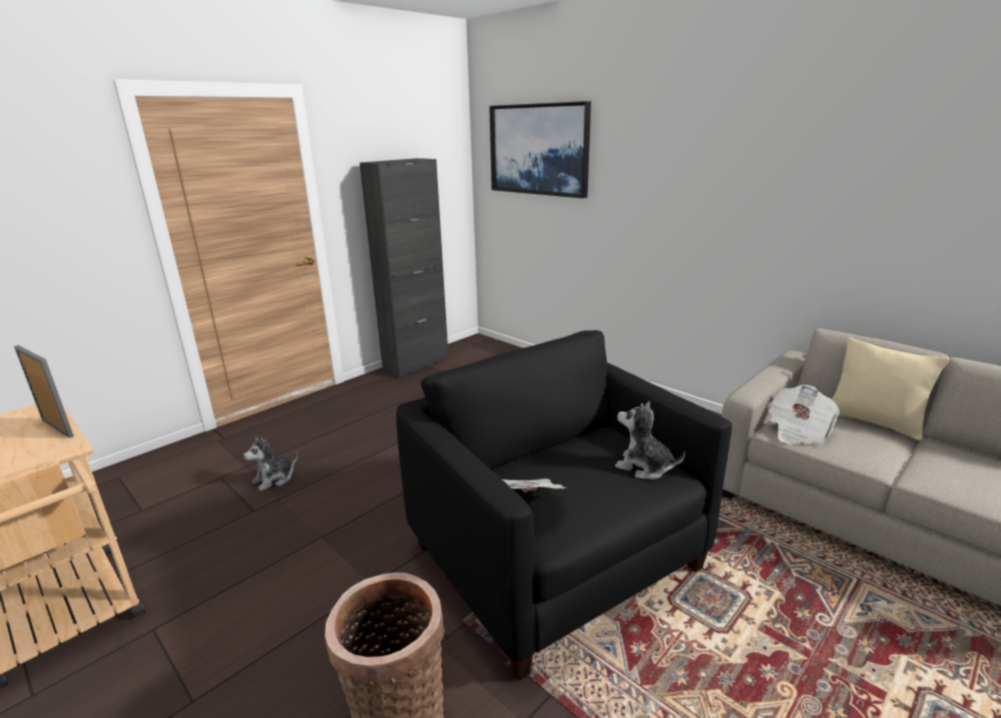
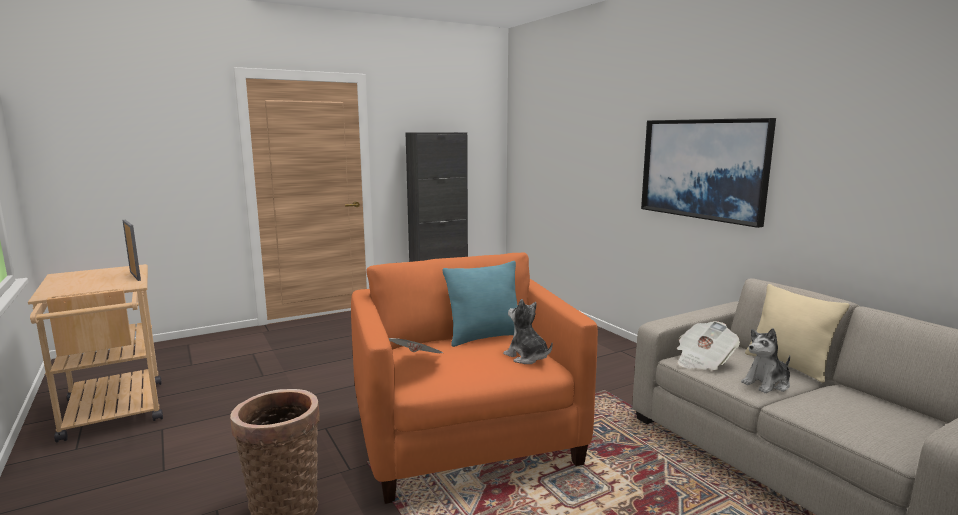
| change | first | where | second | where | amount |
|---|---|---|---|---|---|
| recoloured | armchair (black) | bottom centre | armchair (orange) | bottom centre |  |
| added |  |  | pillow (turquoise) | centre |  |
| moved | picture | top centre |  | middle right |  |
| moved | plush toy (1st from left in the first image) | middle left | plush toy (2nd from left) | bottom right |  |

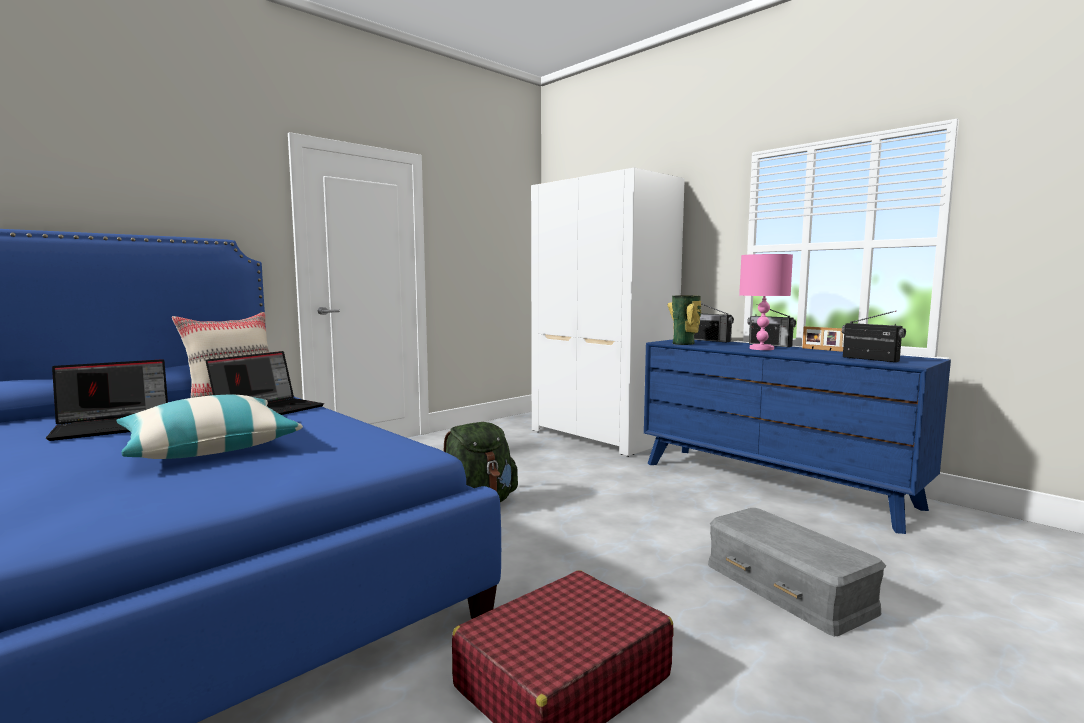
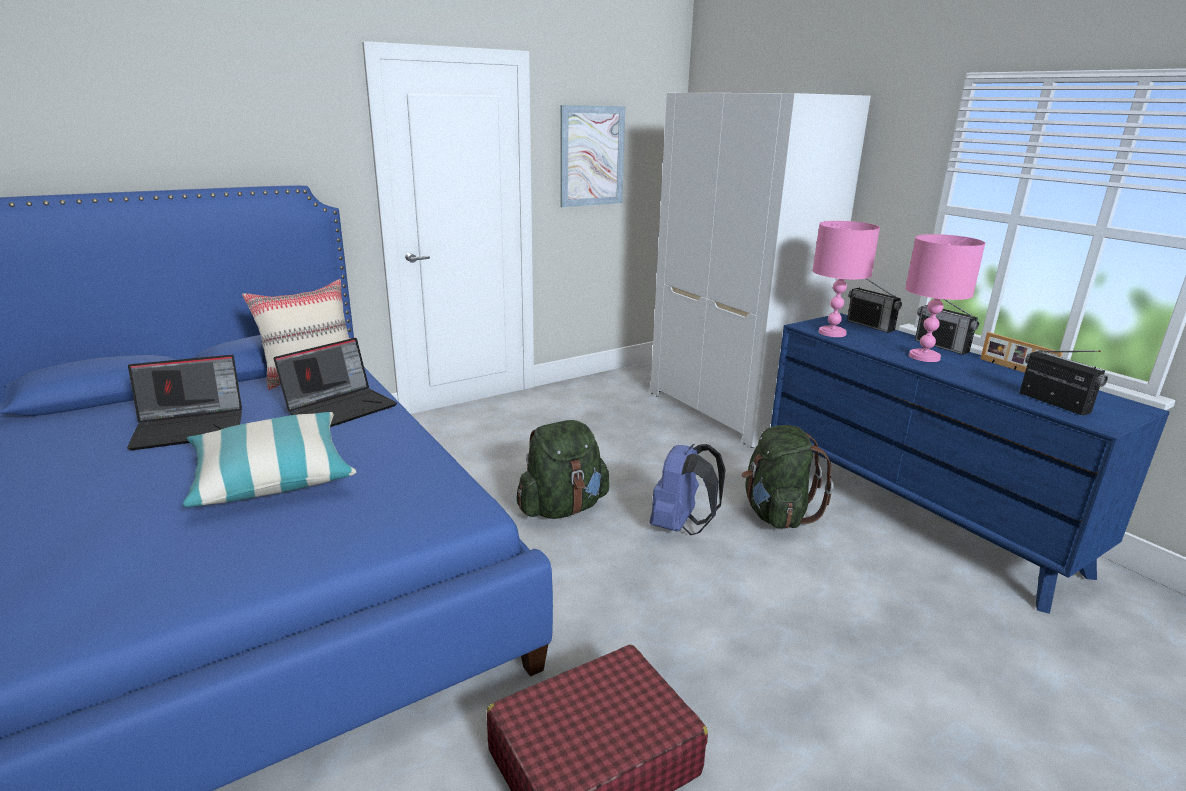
| change | first | where | second | where | amount |
|---|---|---|---|---|---|
| added |  |  | picture | top centre |  |
| added |  |  | backpack (blue) | centre |  |
| added |  |  | backpack (green) (2nd from left) | centre |  |
| replaced | vase | centre | table lamp (pink) (1st from left) | middle right |  |
| removed | storage box (grey) | bottom right |  |  |  |

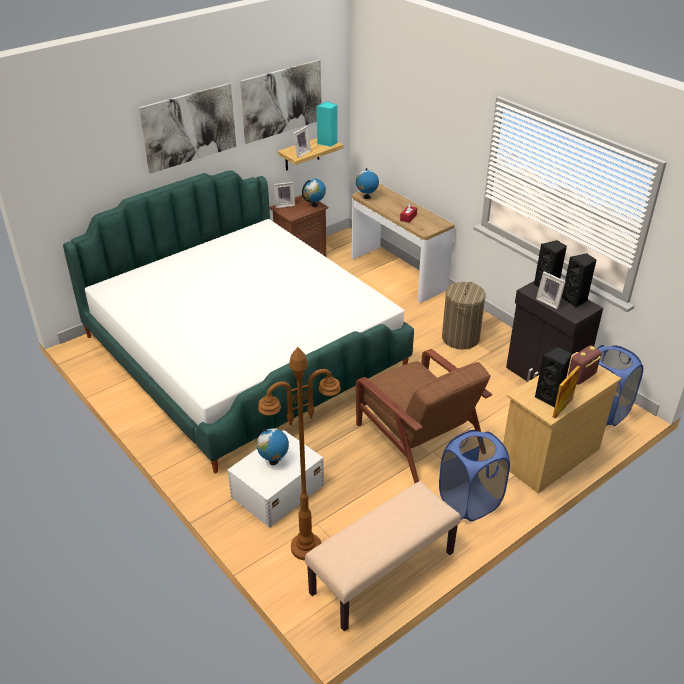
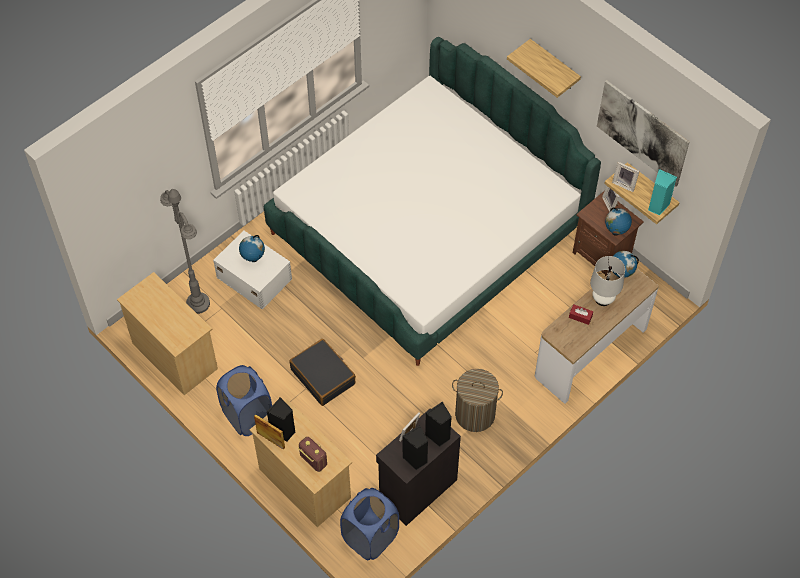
| change | first | where | second | where | amount |
|---|---|---|---|---|---|
| replaced | bench (beige) | bottom centre | dresser (beige) (1st from left) | middle left |  |
| recoloured | floor lamp (brown) | centre | floor lamp (grey) | middle left |  |
| replaced | armchair (brown) | centre | suitcase (black) | centre |  |
| replaced | picture (1st from left) | top left | shelf (1st from left) | top right |  |
| added |  |  | table lamp (white) | middle right |  |

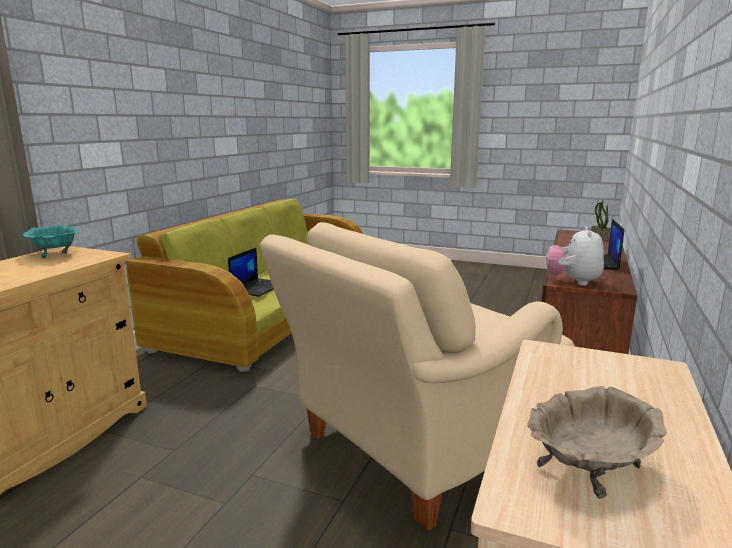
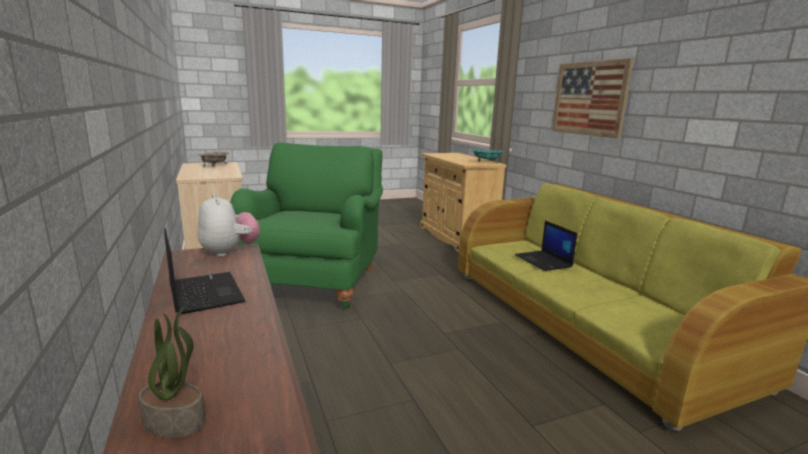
| change | first | where | second | where | amount |
|---|---|---|---|---|---|
| recoloured | armchair (beige) | bottom centre | armchair (green) | centre |  |
| added |  |  | picture | top right |  |

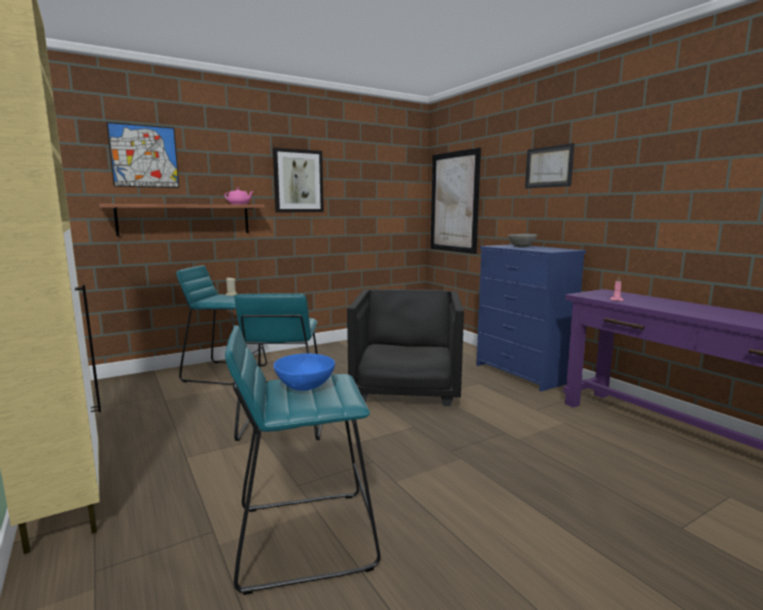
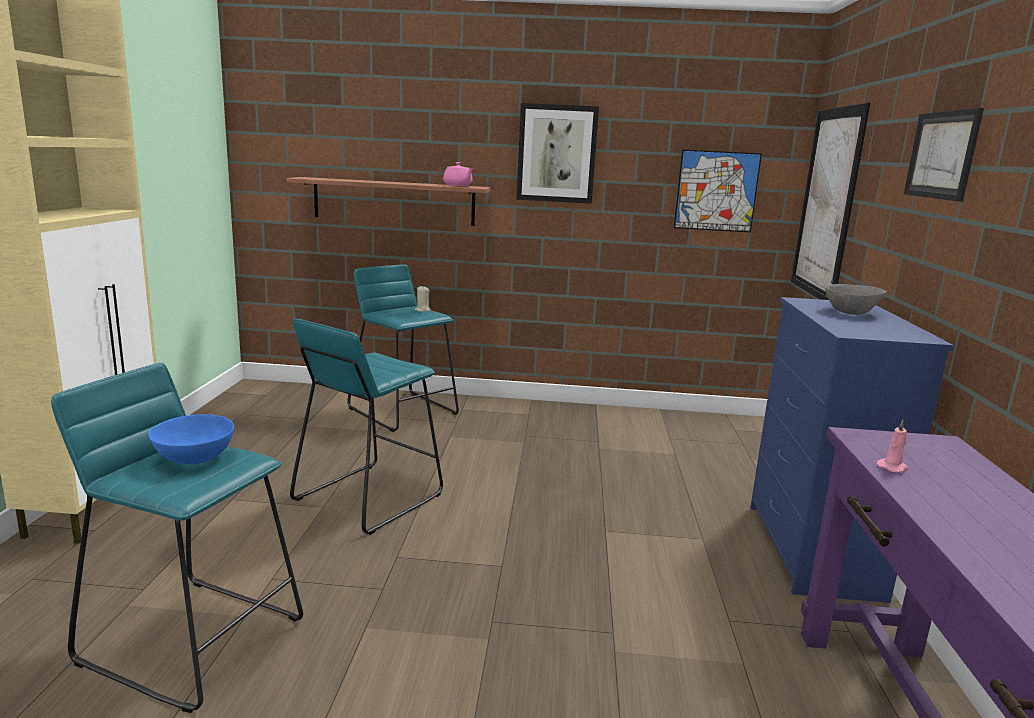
| change | first | where | second | where | amount |
|---|---|---|---|---|---|
| moved | picture (1st from left in the first image) | top left | picture (2nd from left) | top right |  |
| removed | armchair (black) | centre |  |  |  |

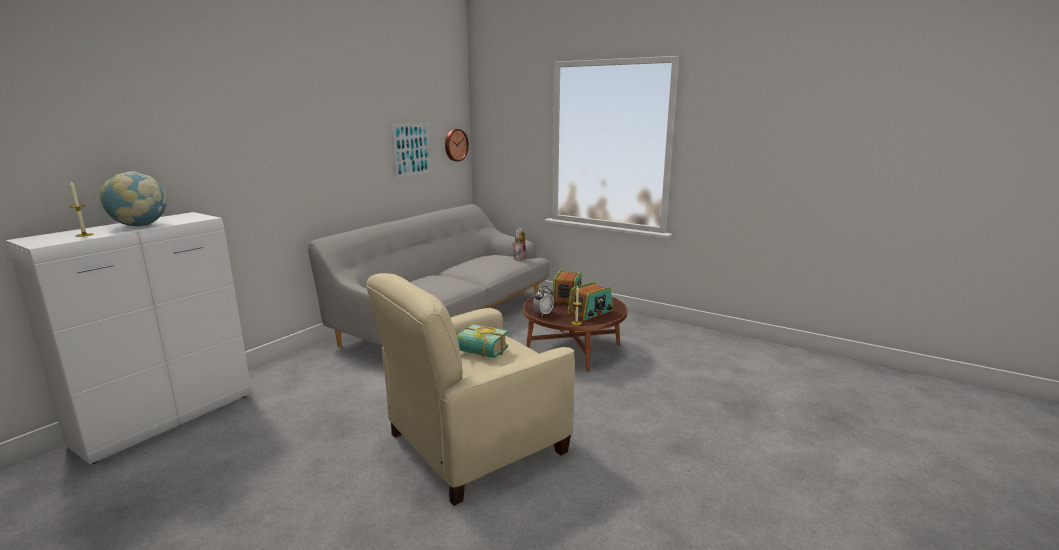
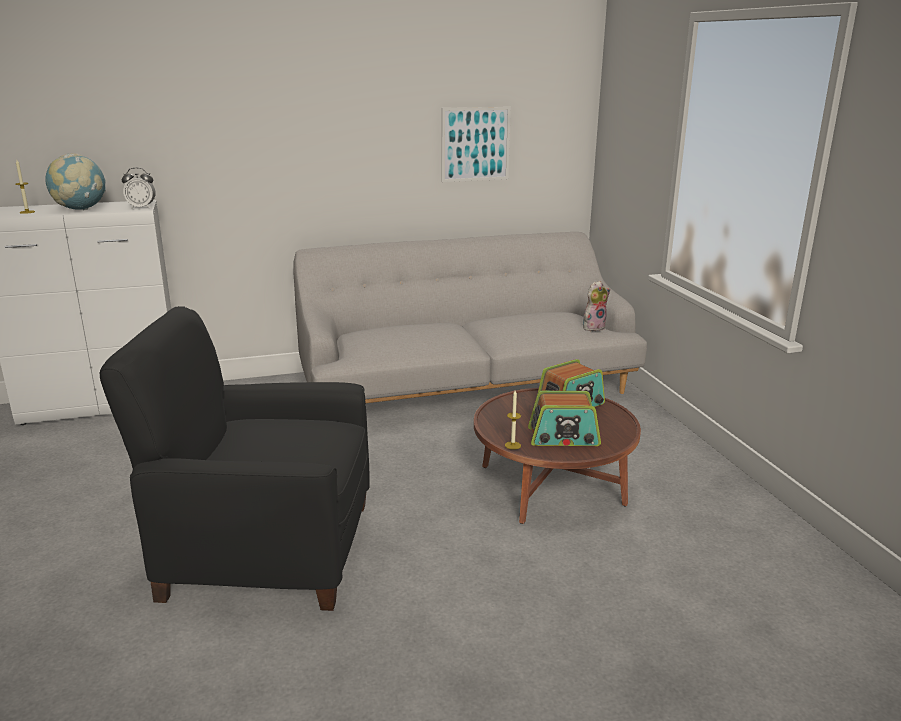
| change | first | where | second | where | amount |
|---|---|---|---|---|---|
| recoloured | armchair (beige) | bottom centre | armchair (black) | middle left |  |
| moved | alarm clock | centre |  | top left |  |
| removed | wall clock | top centre |  |  |  |
| removed | book | centre |  |  |  |

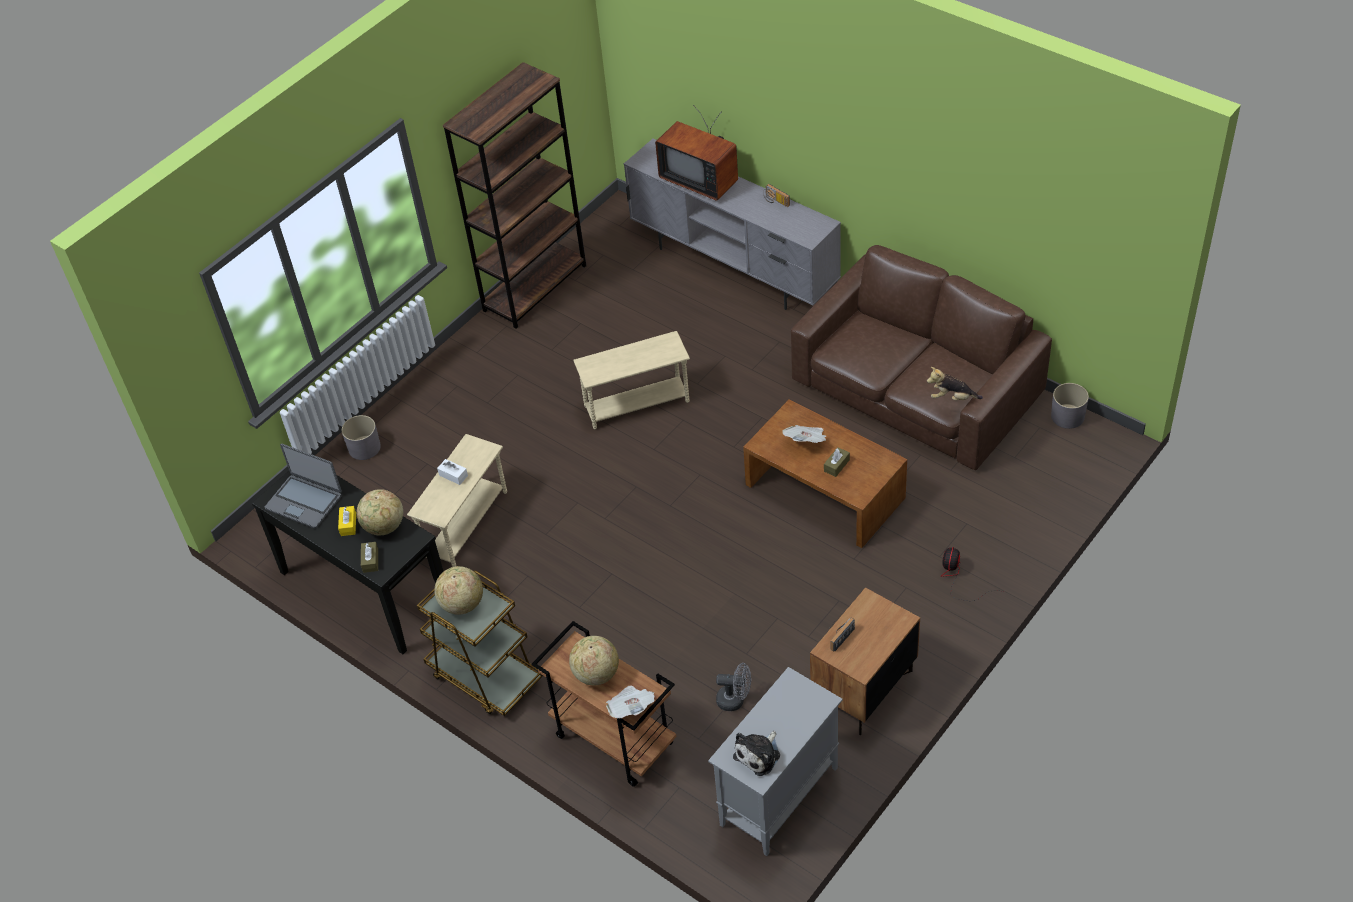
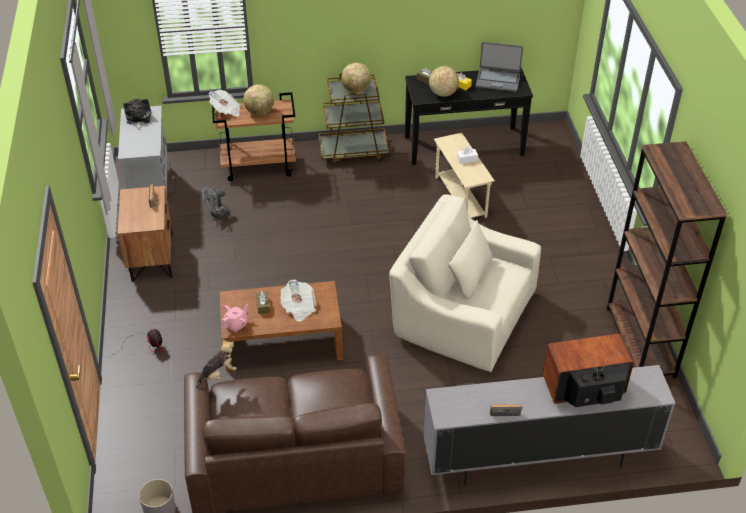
| change | first | where | second | where | amount |
|---|---|---|---|---|---|
| added |  |  | teapot (pink) | middle left |  |
| replaced | side table (beige) (2nd from left) | centre | armchair (beige) | centre |  |
| turned | laptop | middle left |  | top right | 150 degrees counterclockwise |
| removed | planter (grey) (1st from left) | middle left |  |  |  |

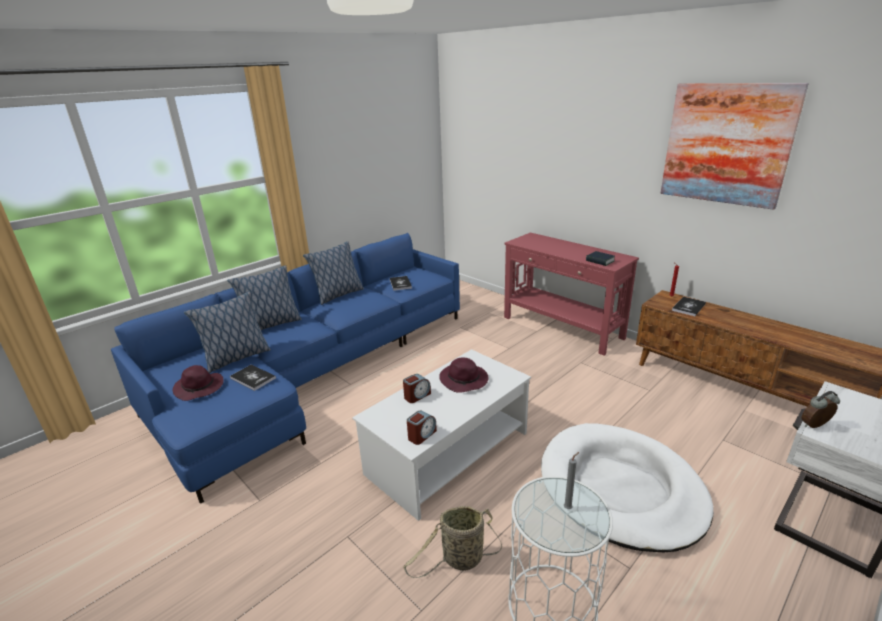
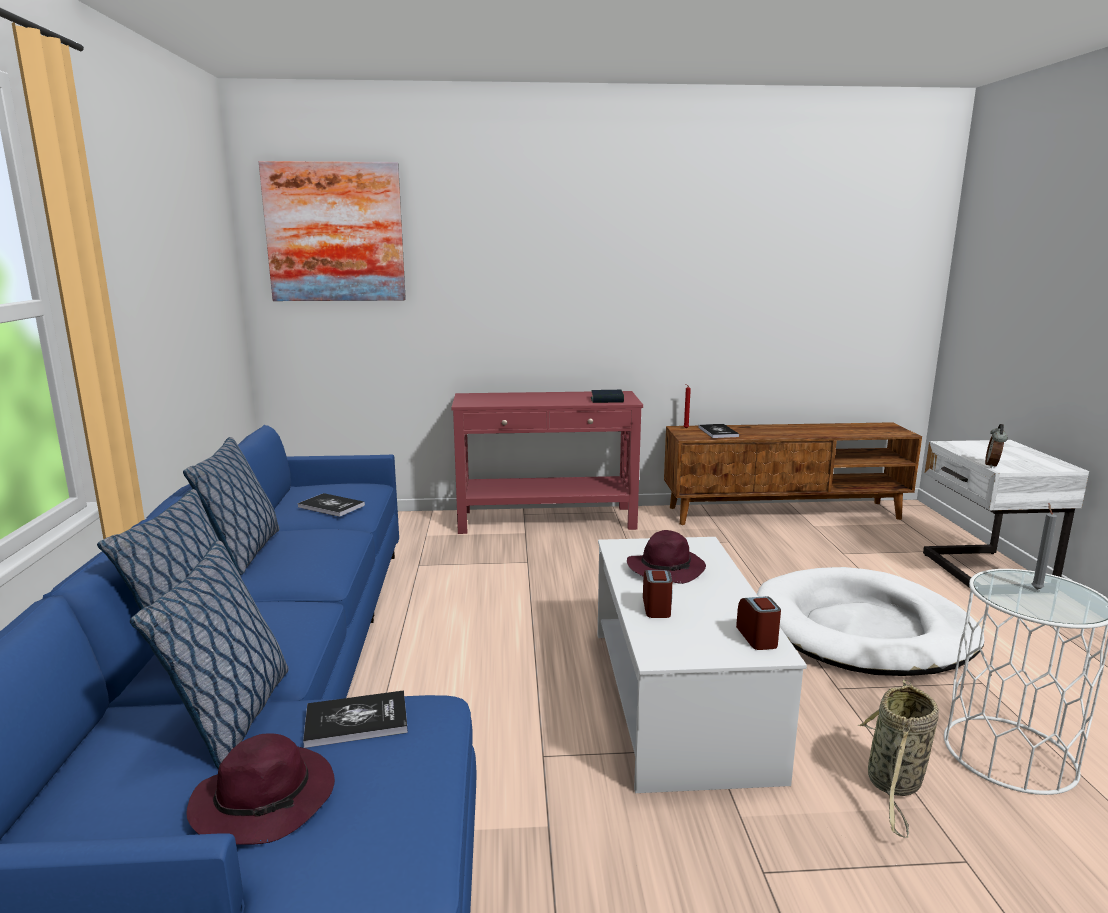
| change | first | where | second | where | amount |
|---|---|---|---|---|---|
| moved | picture | top right |  | top left |  |

